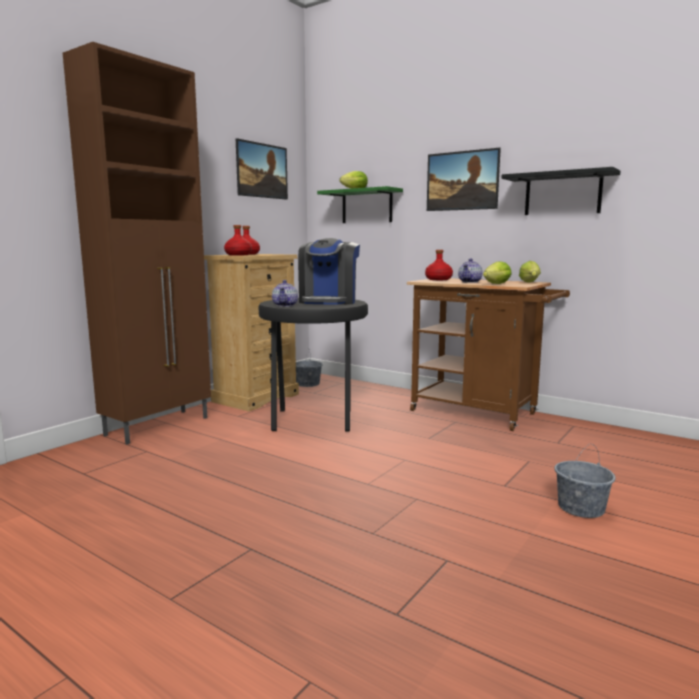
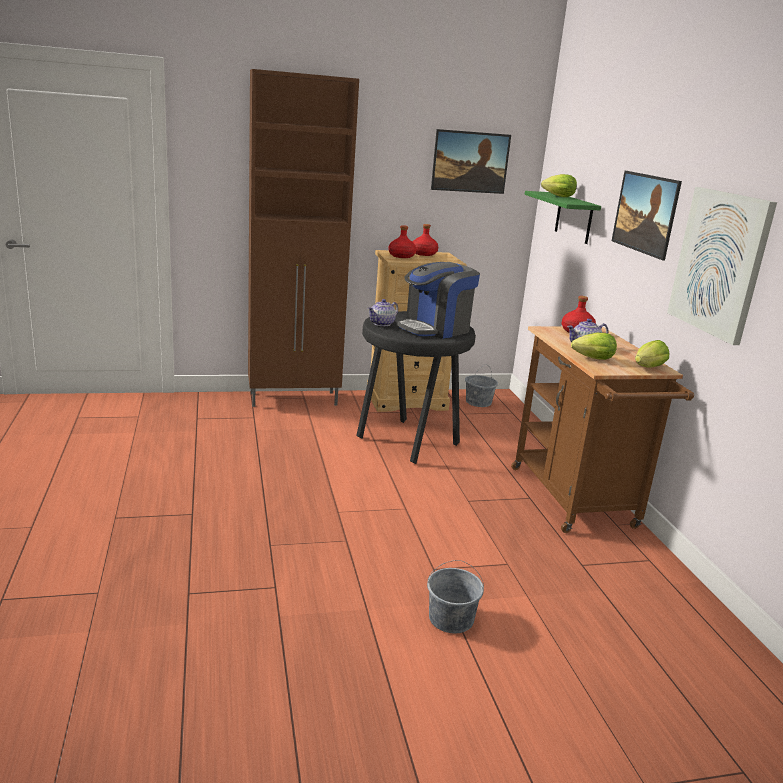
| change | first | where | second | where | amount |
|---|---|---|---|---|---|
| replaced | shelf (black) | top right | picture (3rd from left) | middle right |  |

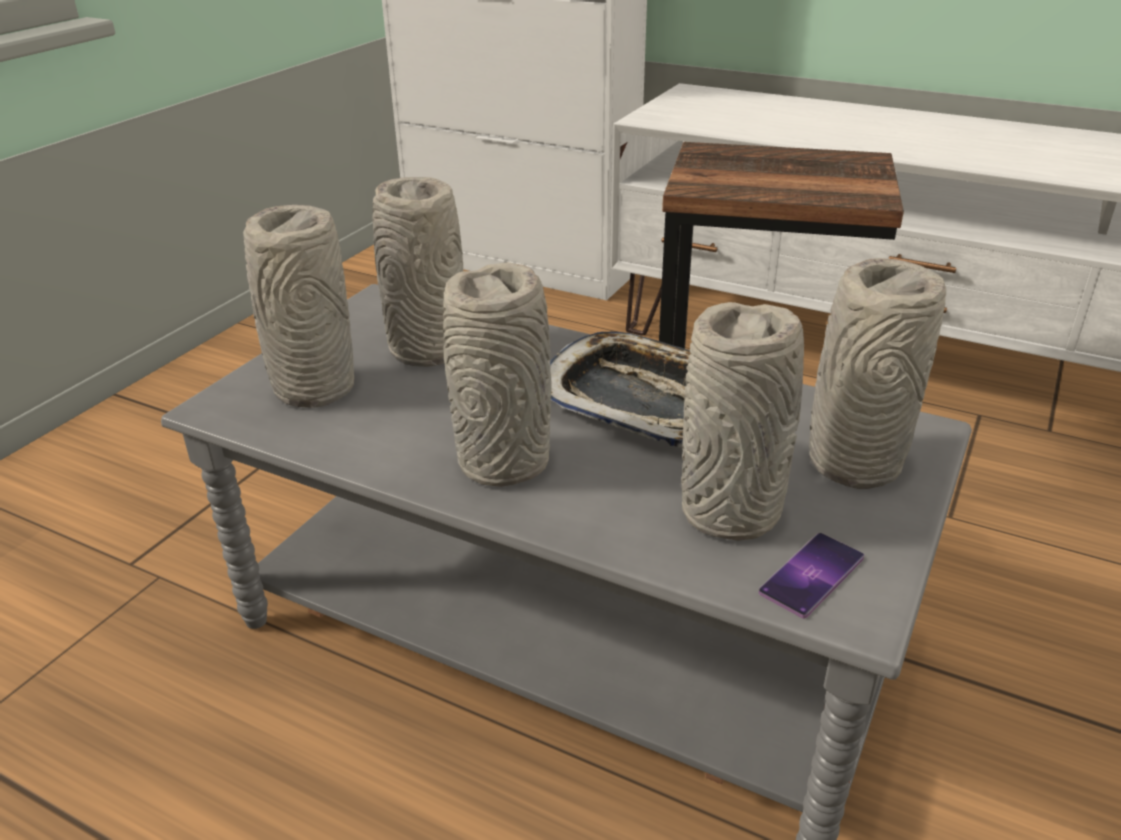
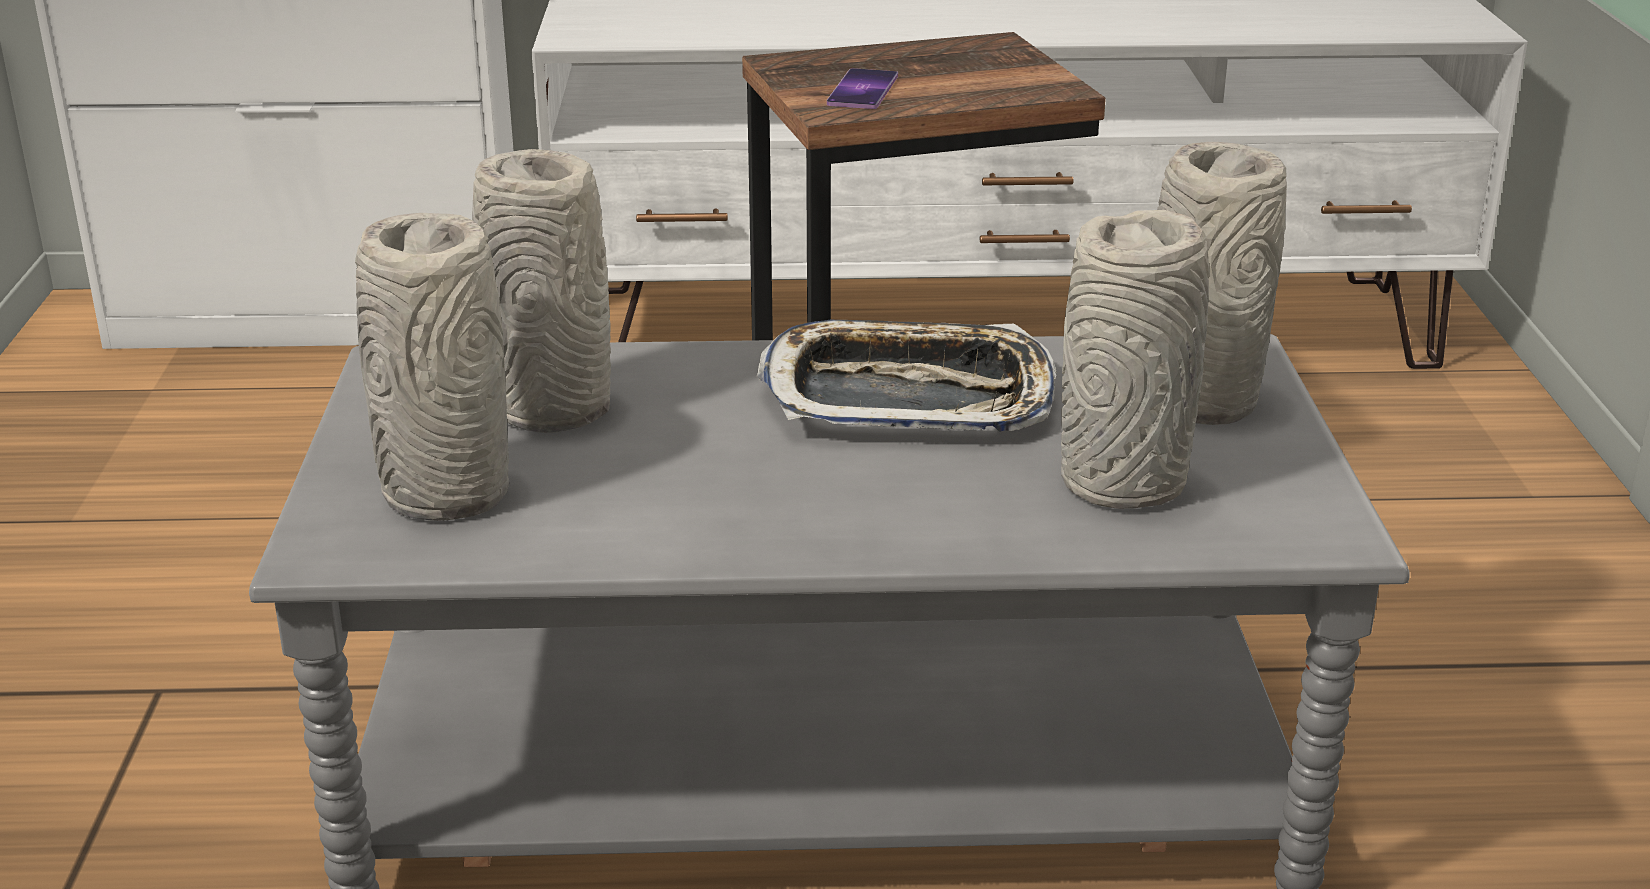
| change | first | where | second | where | amount |
|---|---|---|---|---|---|
| moved | phone | bottom right |  | top centre |  |
| removed | vase (grey) (3rd from left) | centre |  |  |  |

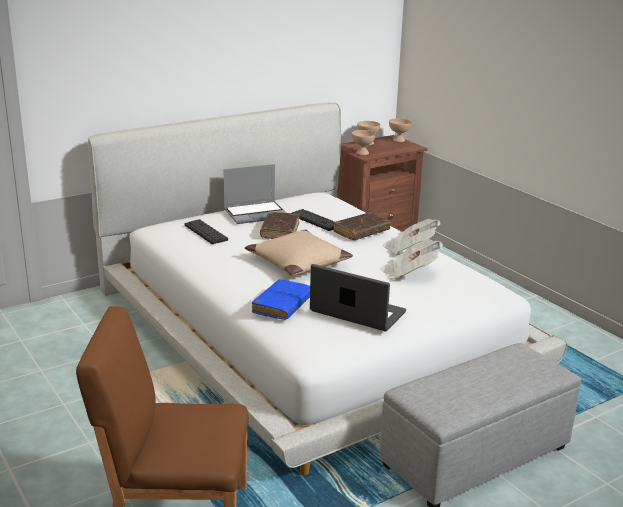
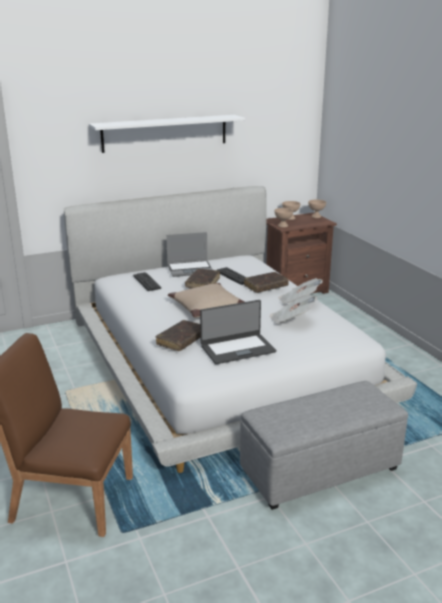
| change | first | where | second | where | amount |
|---|---|---|---|---|---|
| added |  |  | shelf (white) | top centre |  |
| recoloured | book (blue) | centre | book (brown) (1st from left) | centre |  |
| turned | laptop (2nd from left) | centre |  | centre | 120 degrees clockwise |

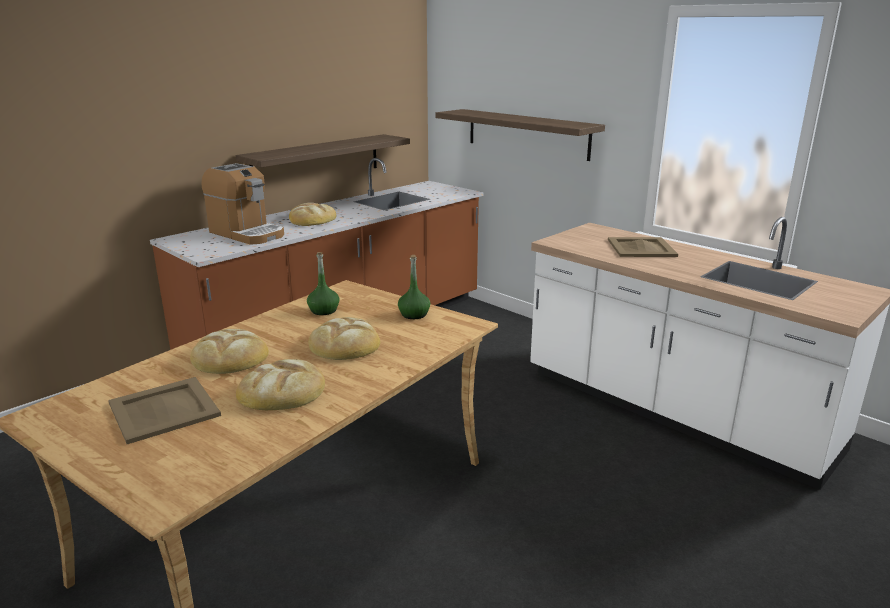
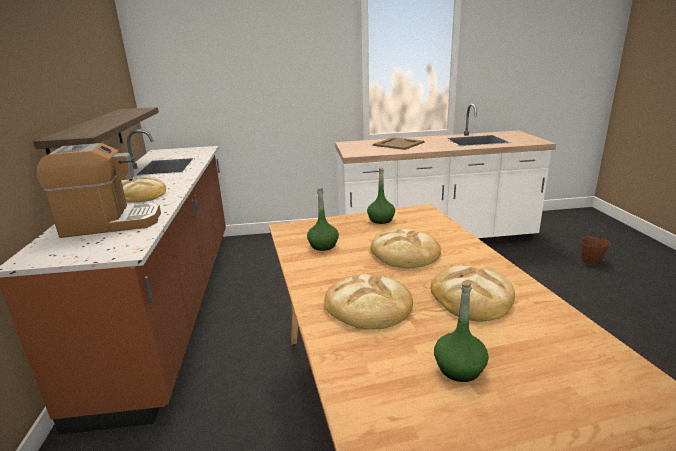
| change | first | where | second | where | amount |
|---|---|---|---|---|---|
| replaced | tray (beige) (1st from left) | bottom left | bottle (green) (3rd from left) | bottom right |  |
| added |  |  | bucket (brown) | middle right |  |
| removed | shelf (2nd from left) | top centre |  |  |  |

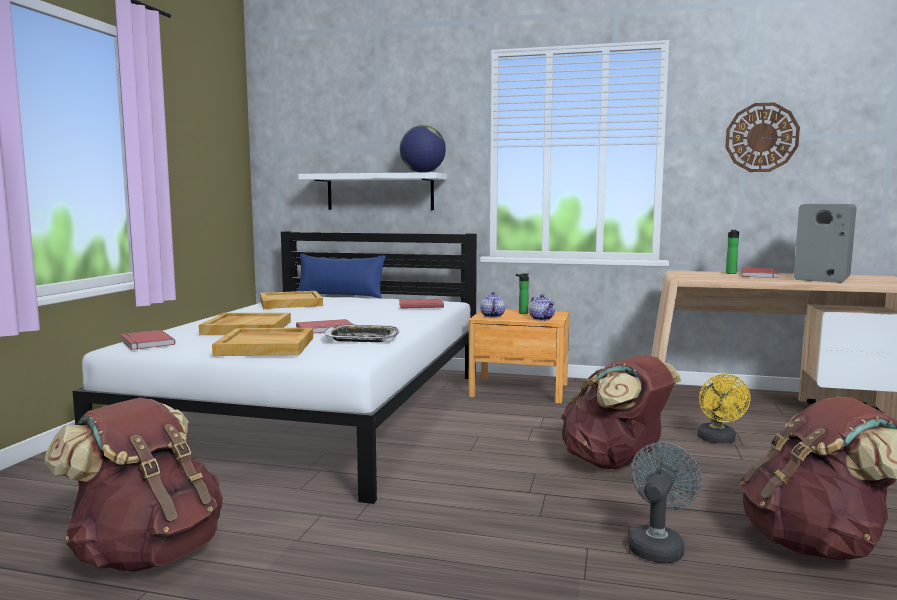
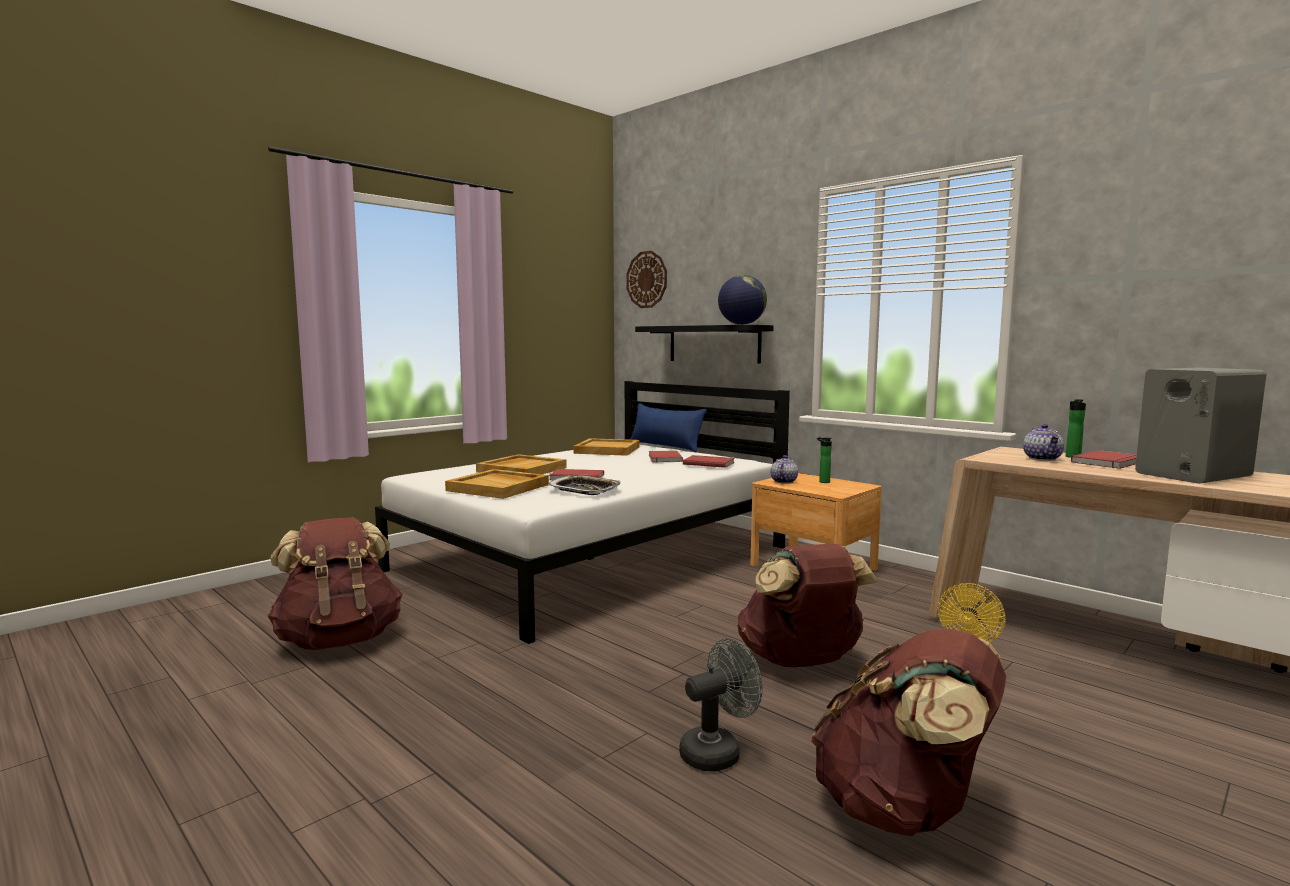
| change | first | where | second | where | amount |
|---|---|---|---|---|---|
| moved | wall clock | top right |  | top centre |  |
| recoloured | shelf (white) | top centre | shelf (black) | centre |  |
| moved | book (red) (1st from left in the first image) | middle left | book (red) (2nd from left) | centre |  |
| moved | teapot (2nd from left) | centre |  | middle right |  |

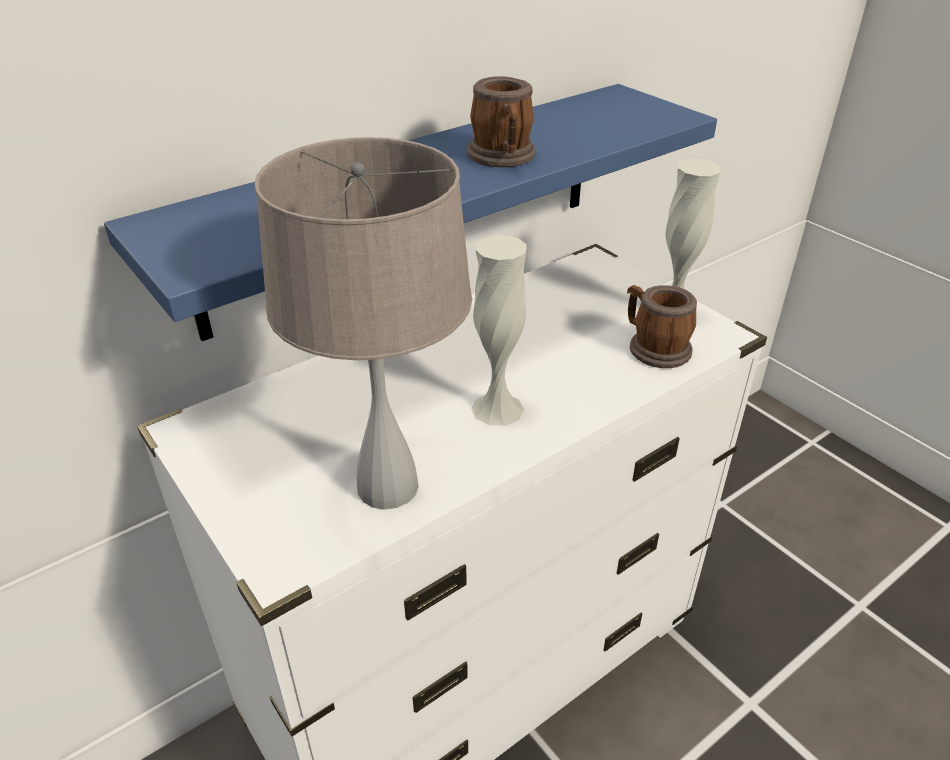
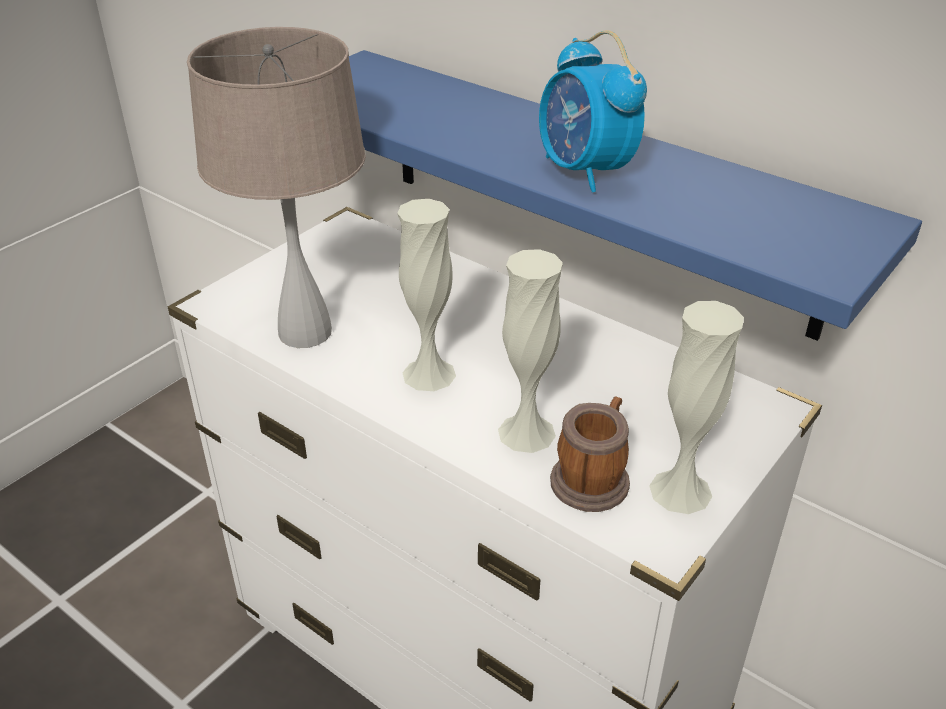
| change | first | where | second | where | amount |
|---|---|---|---|---|---|
| added |  |  | vase (white) (2nd from left) | centre |  |
| replaced | mug (1st from left) | top centre | alarm clock | top centre |  |

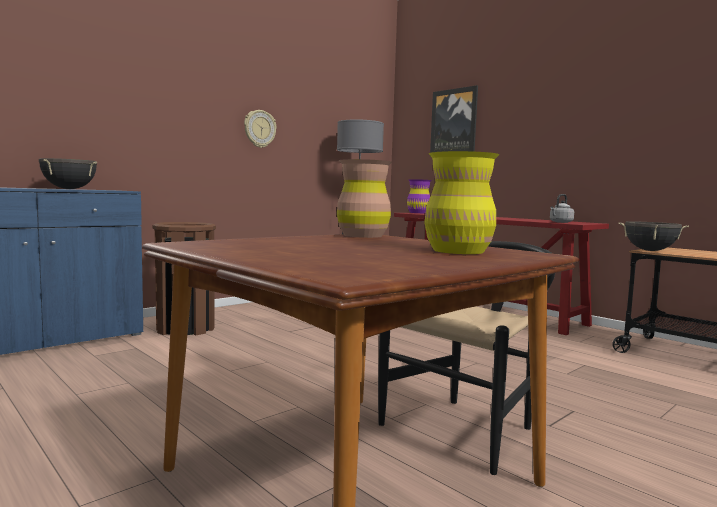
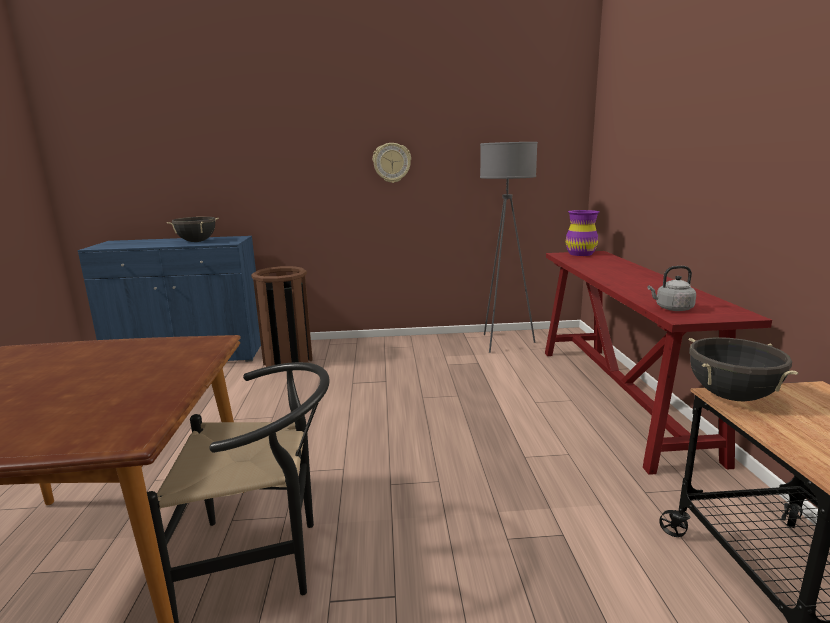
| change | first | where | second | where | amount |
|---|---|---|---|---|---|
| removed | vase (brown) | centre |  |  |  |
| removed | vase (yellow) | centre |  |  |  |
| removed | picture | top centre |  |  |  |

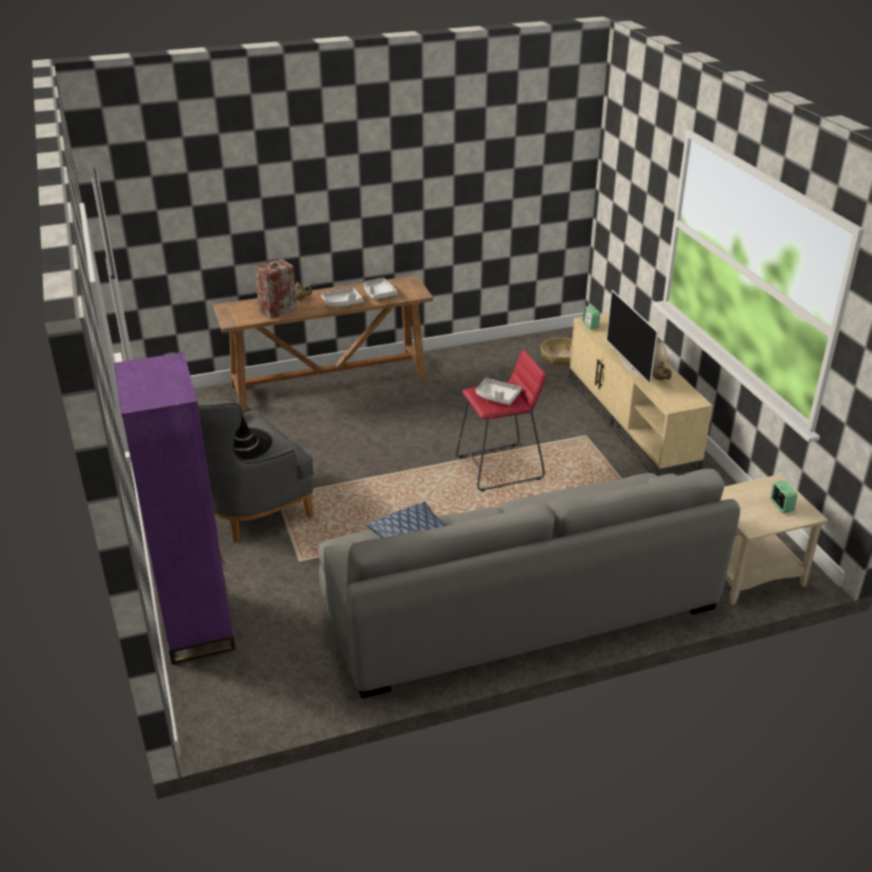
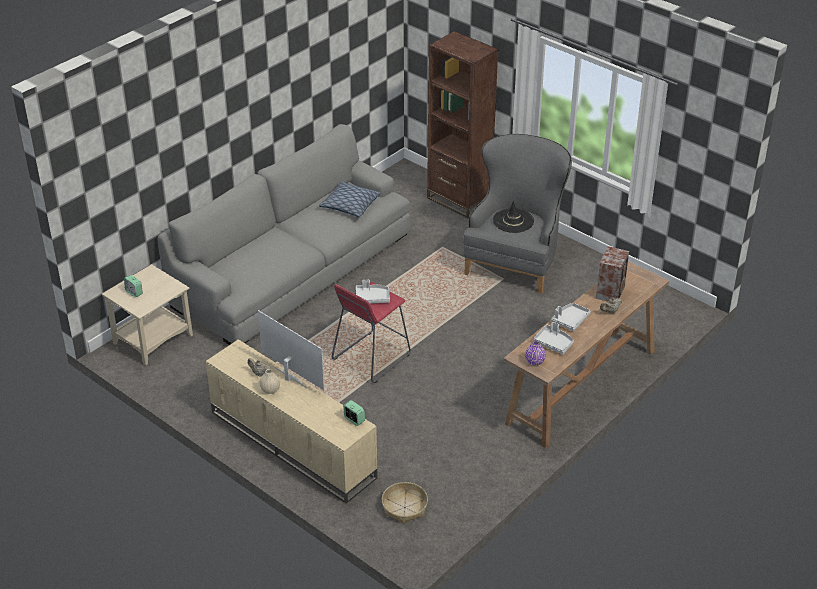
| change | first | where | second | where | amount |
|---|---|---|---|---|---|
| recoloured | bookcase (purple) | middle left | bookcase (brown) | top centre |  |
| added |  |  | vase (purple) | centre |  |

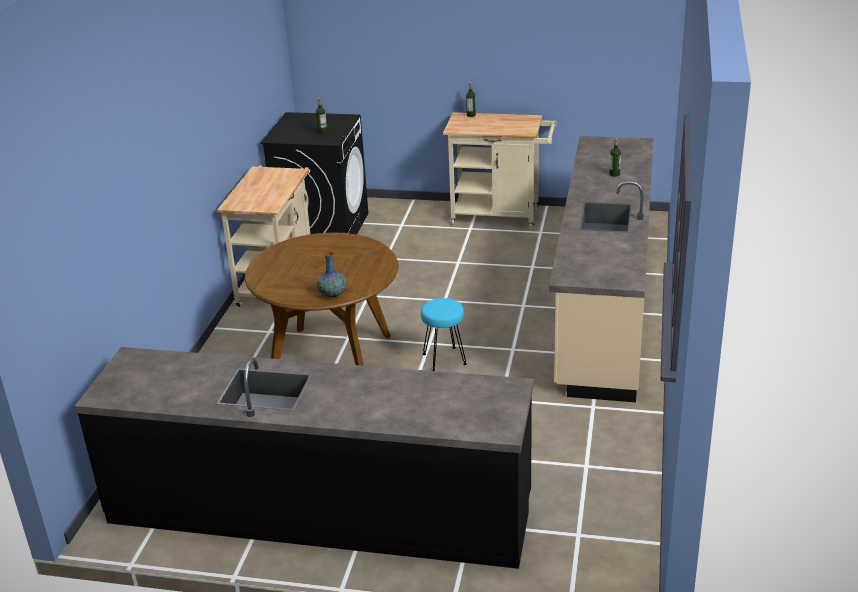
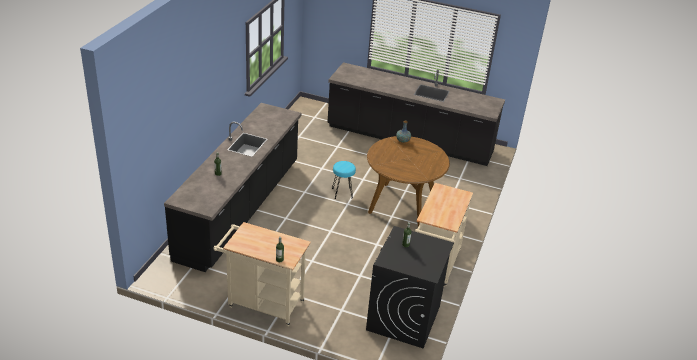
| change | first | where | second | where | amount |
|---|---|---|---|---|---|
| recoloured | counter (beige) | middle right | counter (black) (1st from left) | middle left |  |

